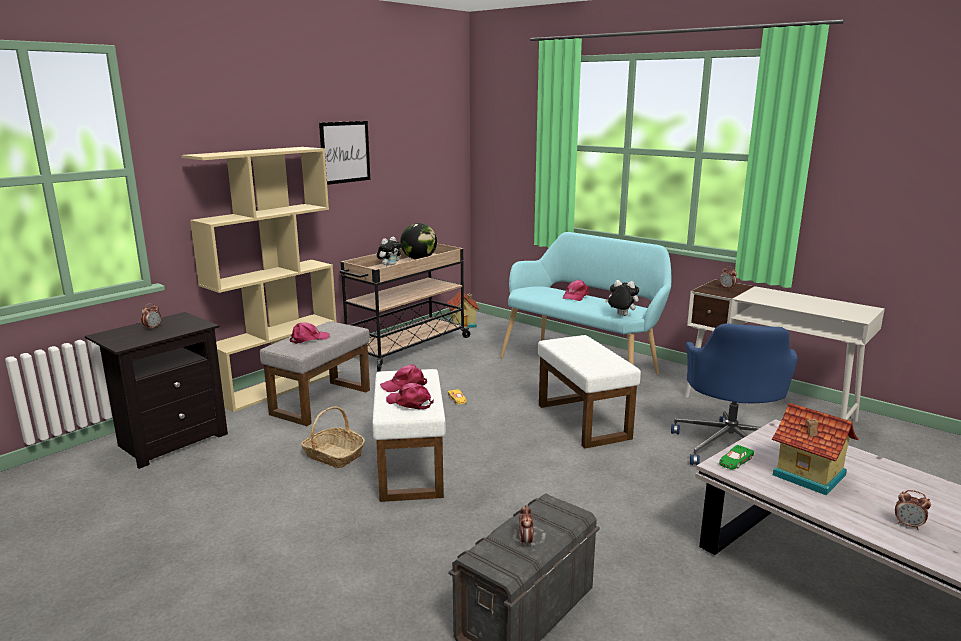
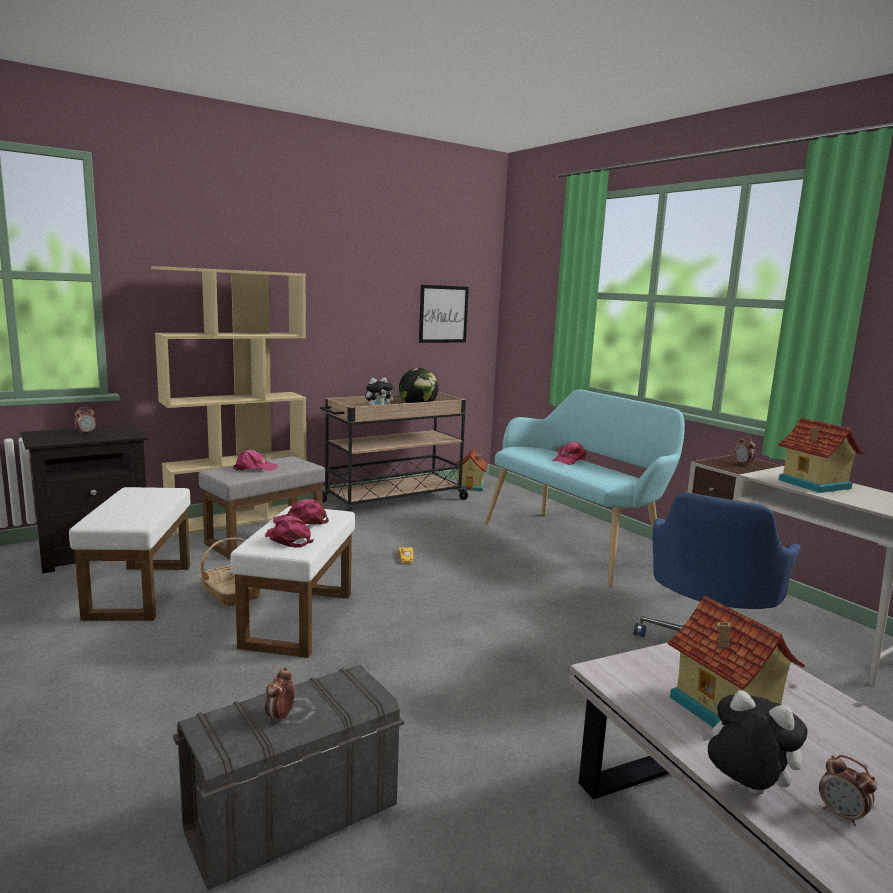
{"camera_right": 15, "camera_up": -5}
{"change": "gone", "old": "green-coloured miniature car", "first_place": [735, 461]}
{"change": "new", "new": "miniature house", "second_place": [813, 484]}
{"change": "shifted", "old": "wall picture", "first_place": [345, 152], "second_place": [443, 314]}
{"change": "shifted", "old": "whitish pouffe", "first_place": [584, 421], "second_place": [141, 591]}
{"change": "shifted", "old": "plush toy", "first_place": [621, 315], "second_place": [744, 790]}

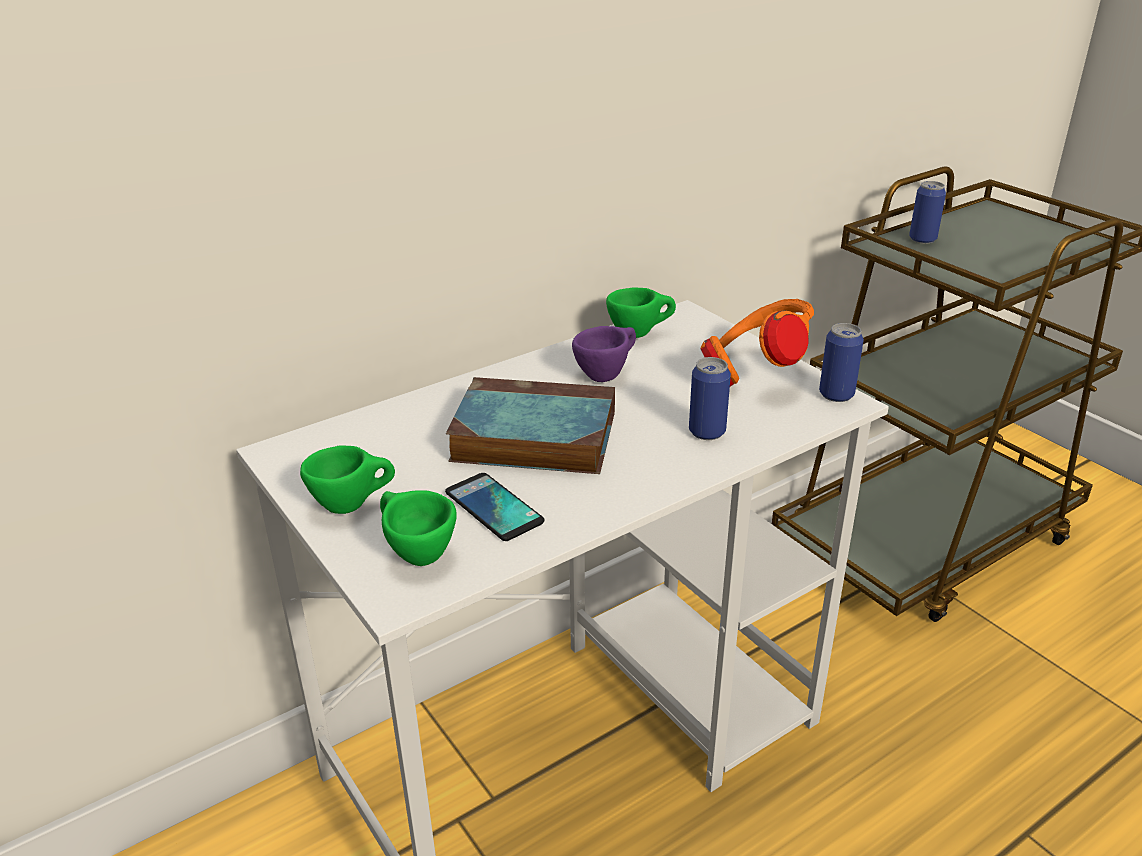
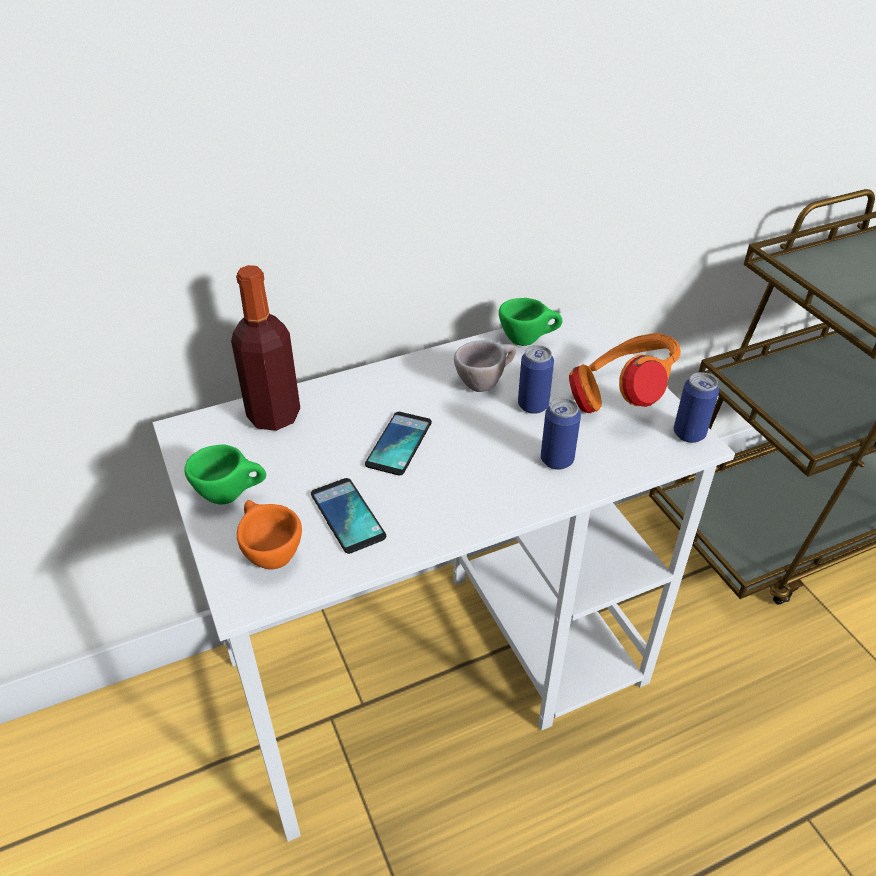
{"camera_right": 10, "camera_up": 10}
{"change": "new", "new": "bottle", "second_place": [274, 415]}
{"change": "shifted", "old": "metal can", "first_place": [922, 239], "second_place": [533, 405]}
{"change": "swapped", "old": "book", "new": "telephone", "first_place": [530, 437], "second_place": [399, 444]}
{"change": "repainted", "old": "green-coloured cup", "new": "orangey cup", "first_place": [415, 554], "second_place": [269, 554]}
{"change": "repainted", "old": "purple cup", "new": "sand-coloured cup", "first_place": [606, 374], "second_place": [485, 383]}

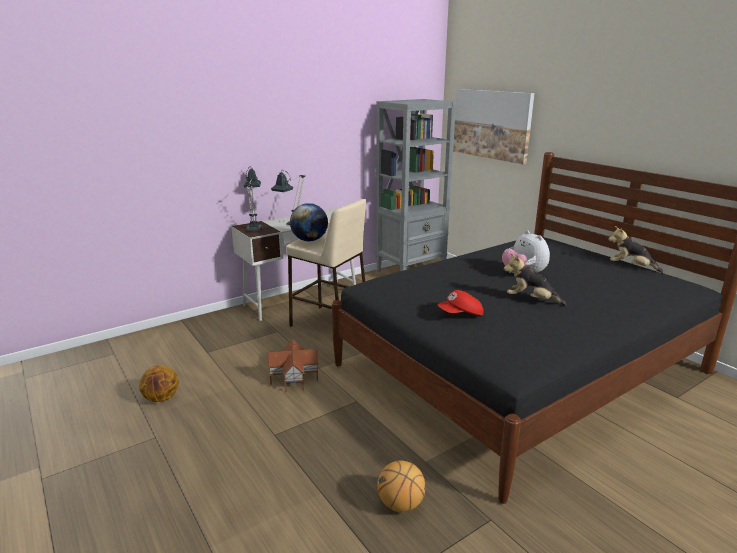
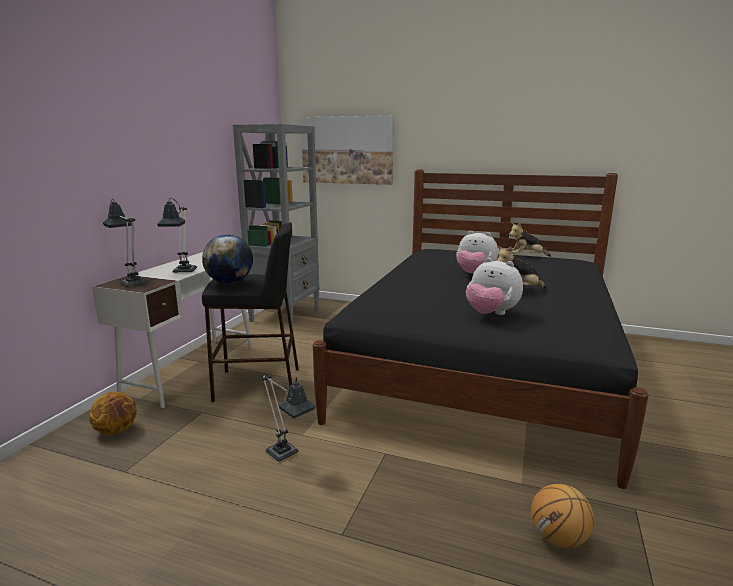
{"camera_right": -35, "camera_up": -5}
{"change": "shifted", "old": "basketball ball", "first_place": [162, 398], "second_place": [117, 430]}
{"change": "swapped", "old": "miniature house", "new": "tabletop lamp", "first_place": [295, 377], "second_place": [286, 456]}
{"change": "swapped", "old": "red-coloured baseball cap", "new": "plush toy", "first_place": [461, 314], "second_place": [491, 314]}
{"change": "repainted", "old": "sand-coloured stool seat", "new": "black stool seat", "first_place": [330, 323], "second_place": [258, 384]}

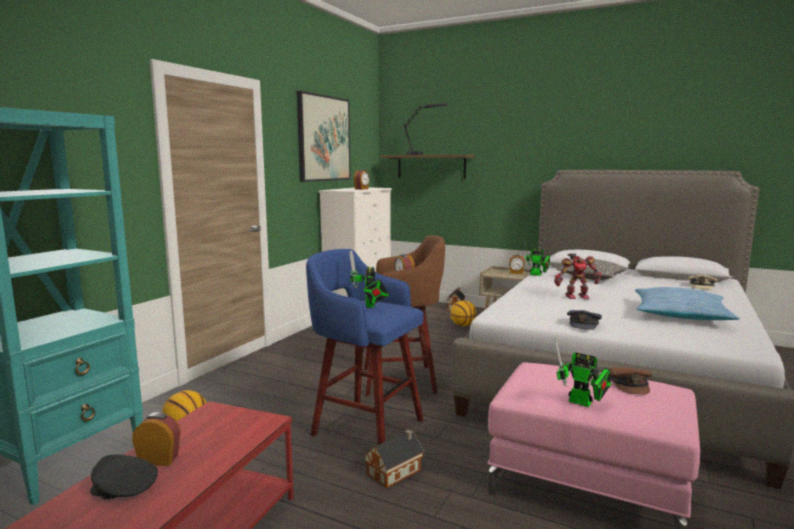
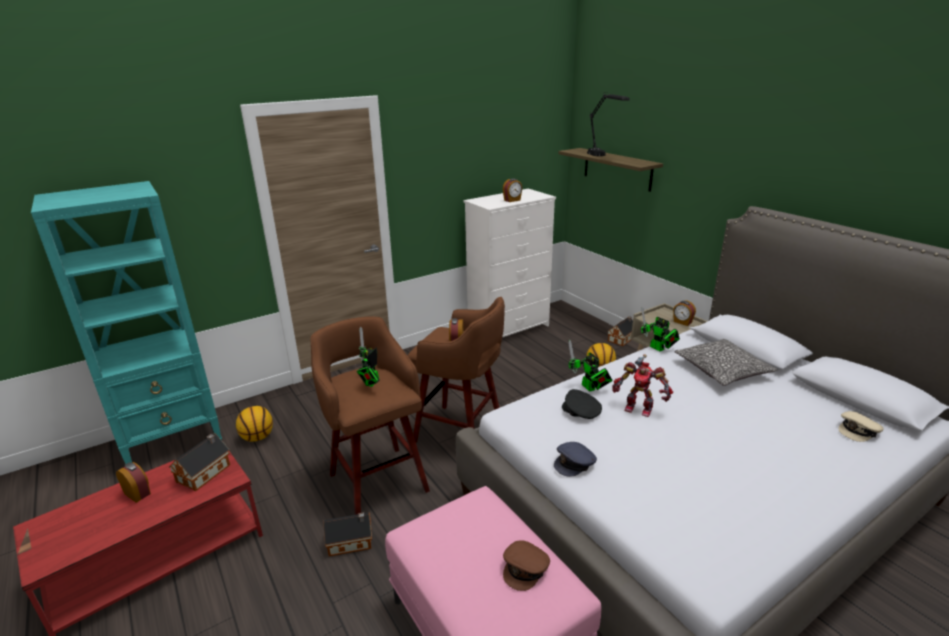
{"camera_right": 30, "camera_up": 15}
{"change": "gone", "old": "wall picture", "first_place": [323, 138]}
{"change": "gone", "old": "throw pillow", "first_place": [680, 315]}
{"change": "new", "new": "miniature house", "second_place": [205, 472]}
{"change": "shifted", "old": "black baseball cap", "first_place": [123, 488], "second_place": [580, 411]}
{"change": "shifted", "old": "robot figure", "first_place": [583, 403], "second_place": [589, 388]}
{"change": "repainted", "old": "bluish stool seat", "new": "brown stool seat", "first_place": [365, 426], "second_place": [377, 480]}

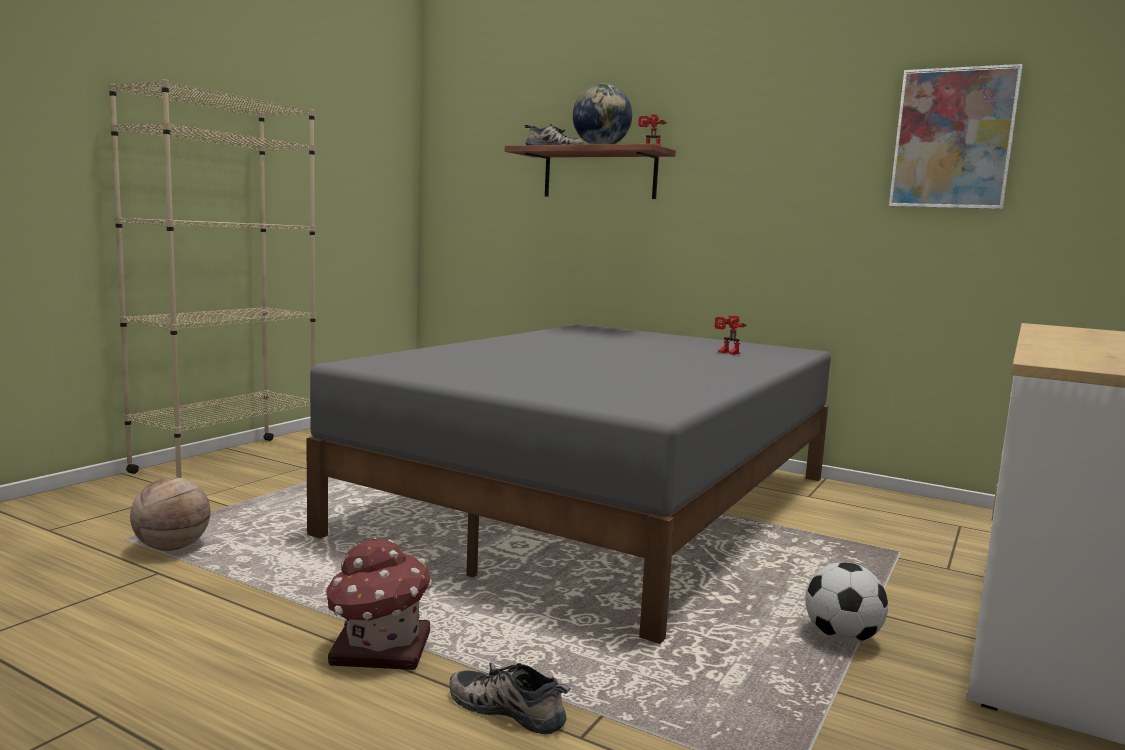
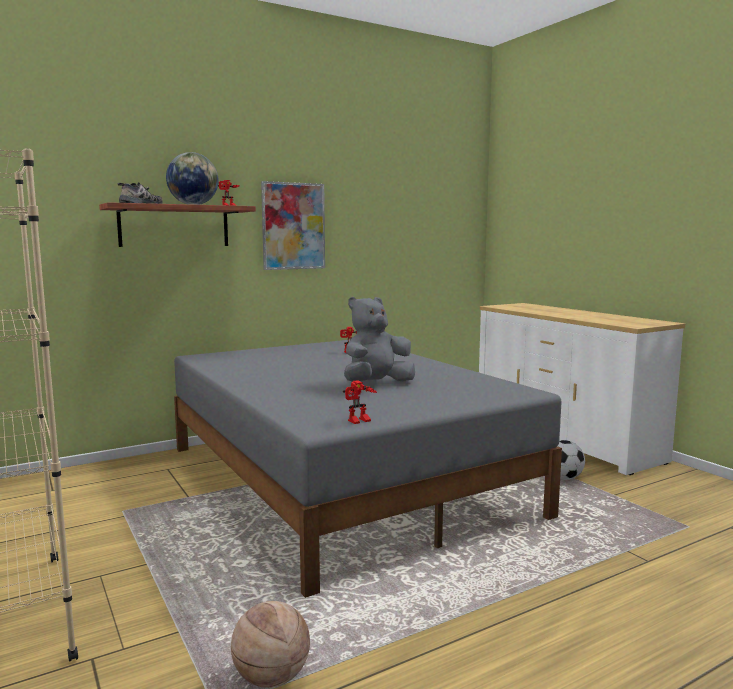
{"camera_right": -60, "camera_up": 0}
{"change": "gone", "old": "miniature house", "first_place": [378, 649]}
{"change": "gone", "old": "item of footwear", "first_place": [509, 708]}
{"change": "new", "new": "robot figure", "second_place": [359, 422]}
{"change": "new", "new": "gray plush toy", "second_place": [376, 384]}
{"change": "shifted", "old": "wall picture", "first_place": [953, 138], "second_place": [293, 226]}

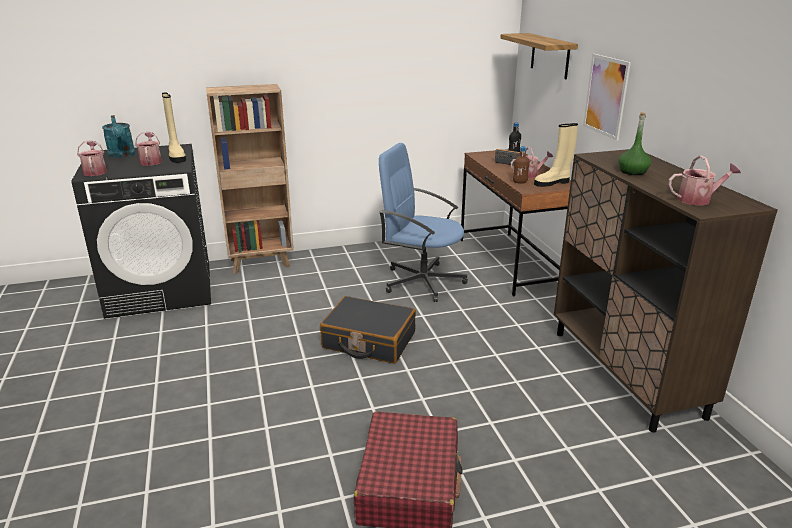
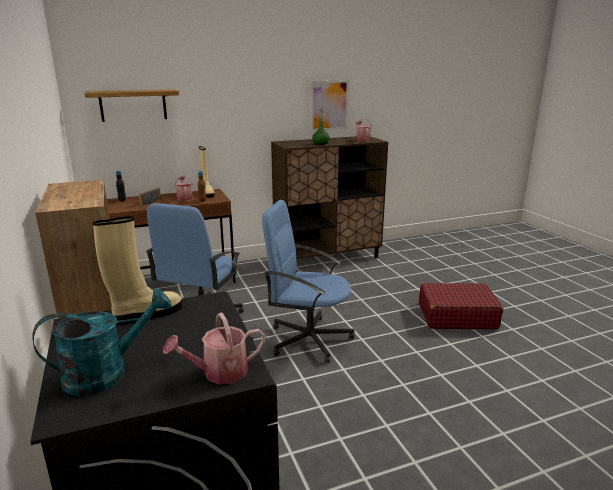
{"camera_right": -95, "camera_up": -5}
{"change": "gone", "old": "watering can", "first_place": [151, 161]}
{"change": "shifted", "old": "wall picture", "first_place": [606, 96], "second_place": [329, 105]}
{"change": "swapped", "old": "black piece of luggage", "new": "bluish office chair", "first_place": [368, 341], "second_place": [308, 339]}

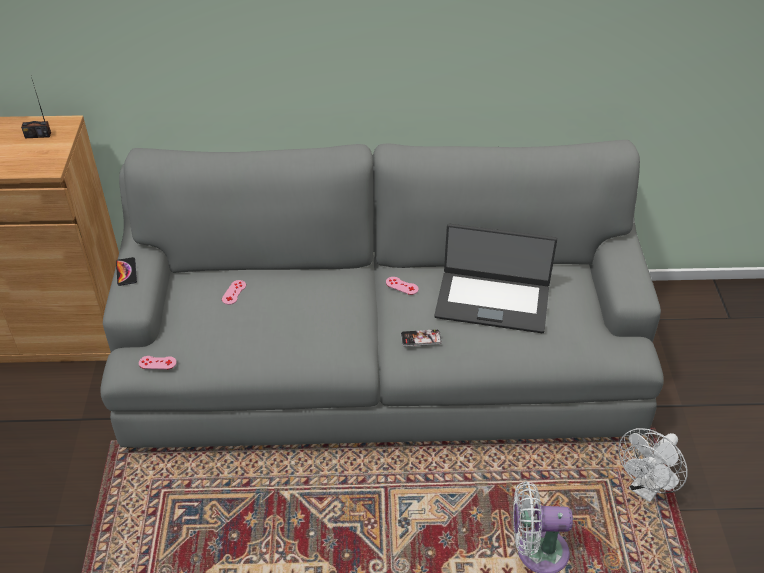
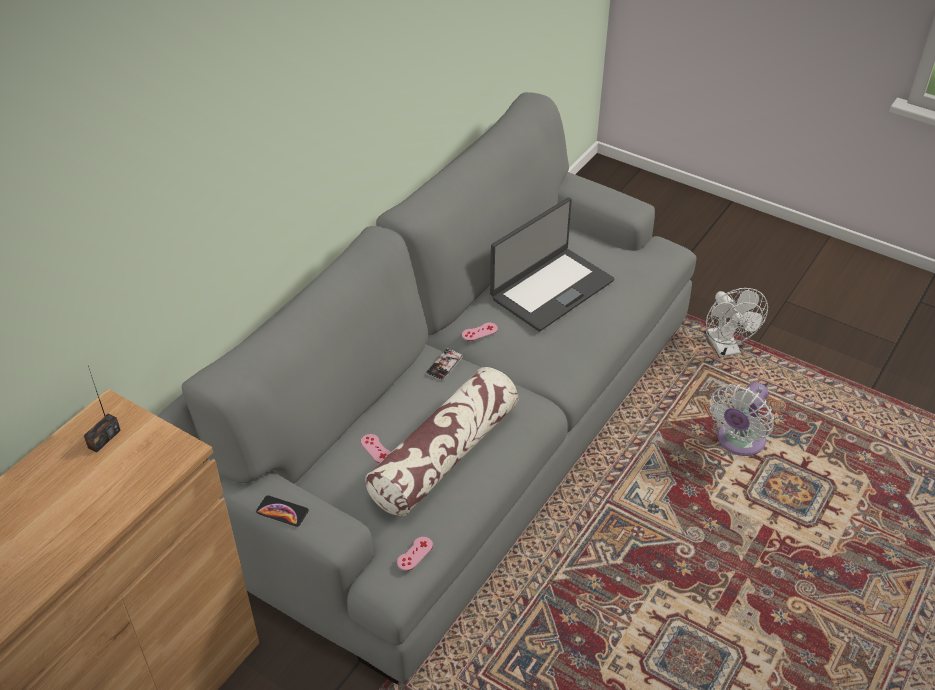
{"camera_right": -55, "camera_up": 0}
{"change": "new", "new": "throw pillow", "second_place": [445, 455]}
{"change": "shifted", "old": "telephone", "first_place": [421, 338], "second_place": [444, 365]}

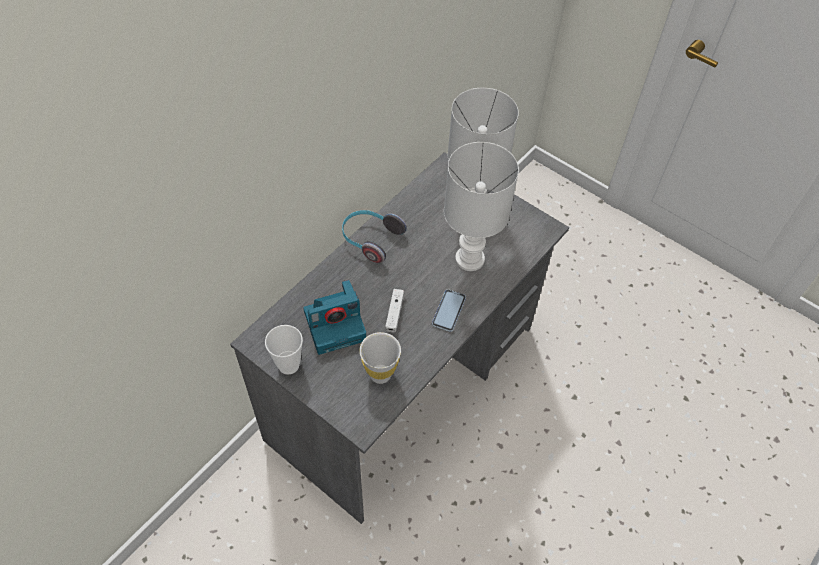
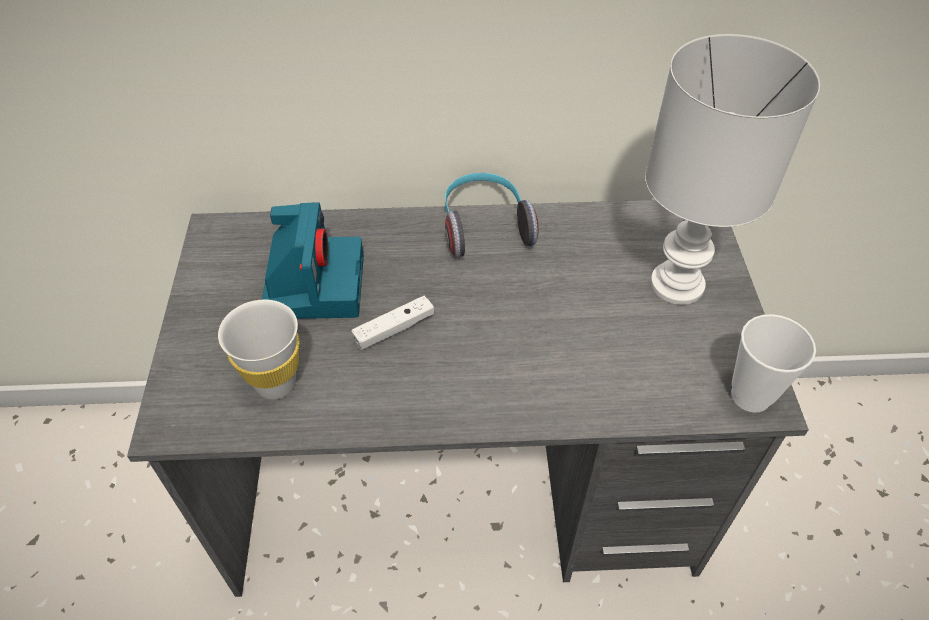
{"camera_right": 50, "camera_up": -5}
{"change": "gone", "old": "telephone", "first_place": [449, 311]}
{"change": "gone", "old": "whitish tabletop lamp", "first_place": [468, 258]}
{"change": "shifted", "old": "cup", "first_place": [288, 365], "second_place": [750, 396]}
{"change": "rotated", "old": "photo camera", "first_place": [336, 324], "second_place": [313, 284], "degrees": -120}

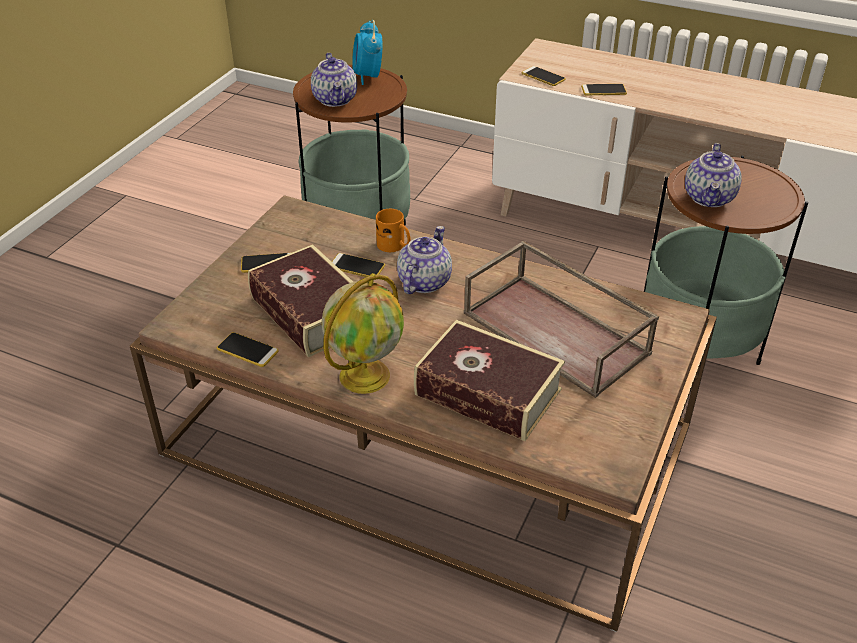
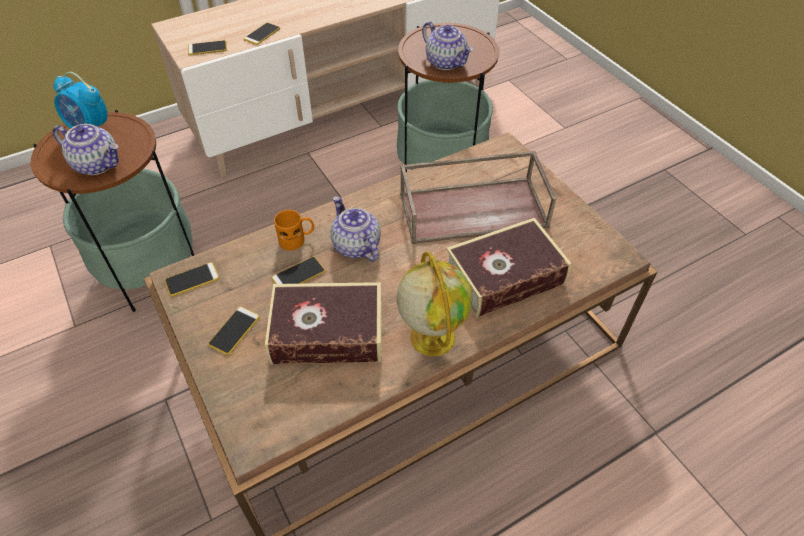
{"camera_right": -55, "camera_up": 10}
{"change": "shifted", "old": "telephone", "first_place": [247, 350], "second_place": [192, 279]}

